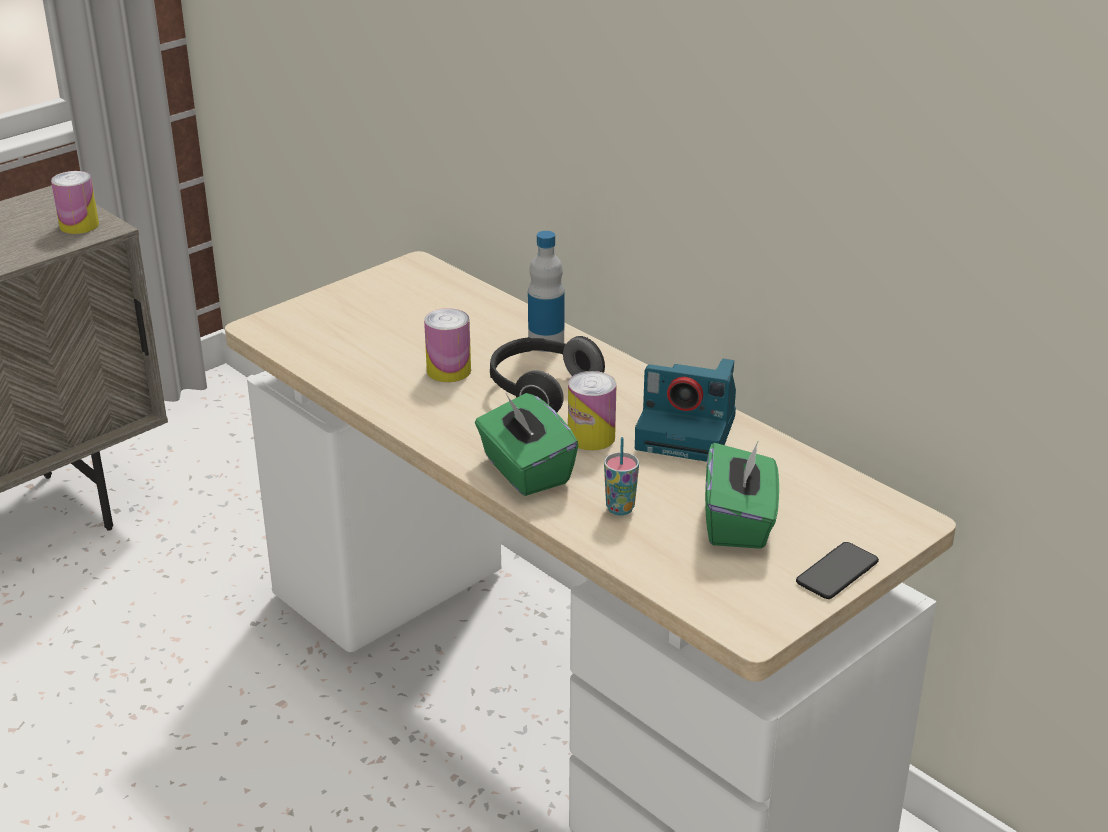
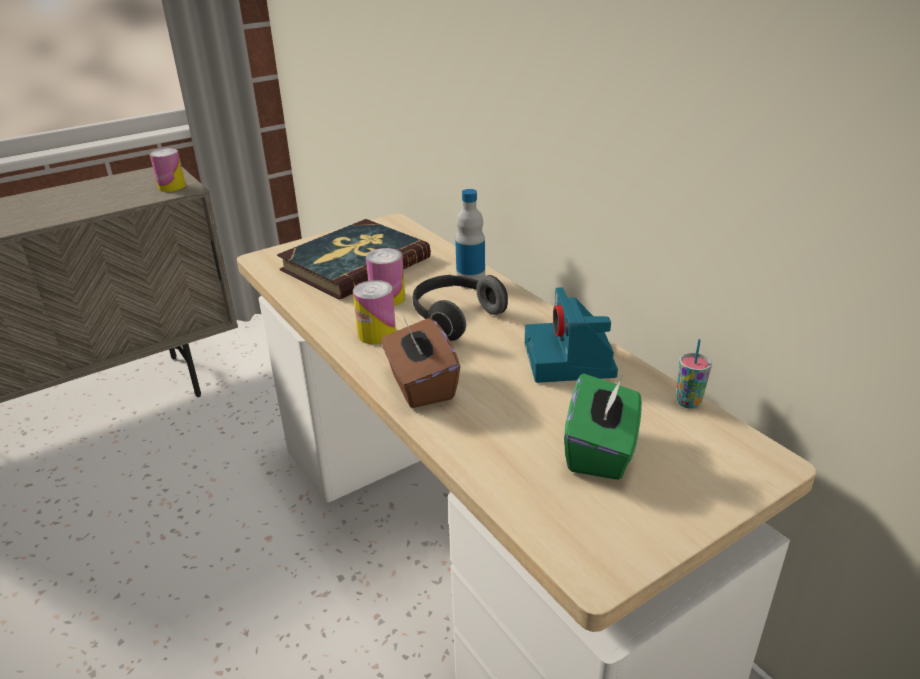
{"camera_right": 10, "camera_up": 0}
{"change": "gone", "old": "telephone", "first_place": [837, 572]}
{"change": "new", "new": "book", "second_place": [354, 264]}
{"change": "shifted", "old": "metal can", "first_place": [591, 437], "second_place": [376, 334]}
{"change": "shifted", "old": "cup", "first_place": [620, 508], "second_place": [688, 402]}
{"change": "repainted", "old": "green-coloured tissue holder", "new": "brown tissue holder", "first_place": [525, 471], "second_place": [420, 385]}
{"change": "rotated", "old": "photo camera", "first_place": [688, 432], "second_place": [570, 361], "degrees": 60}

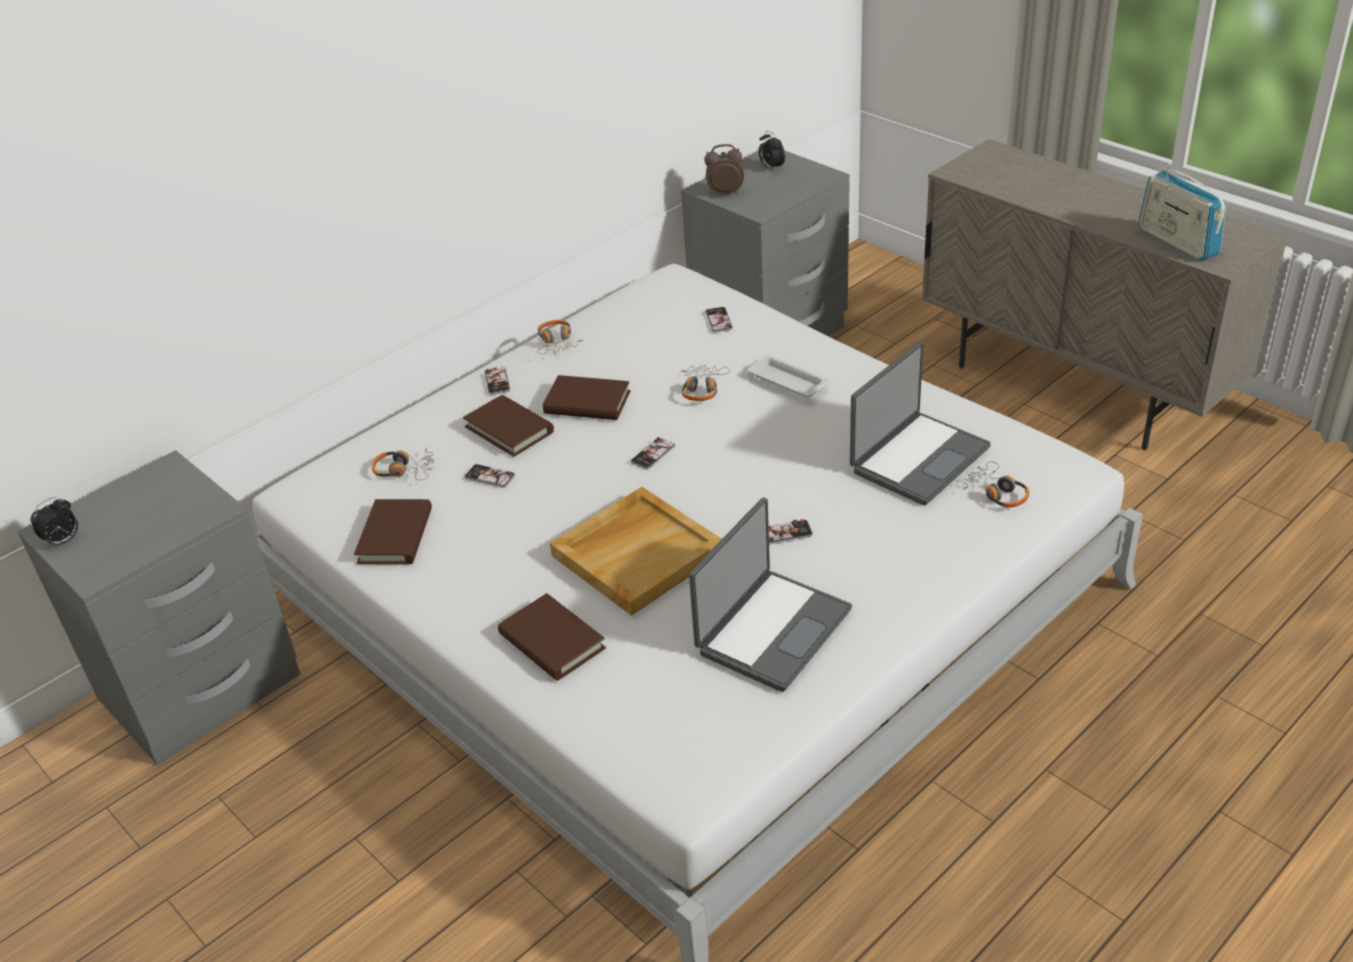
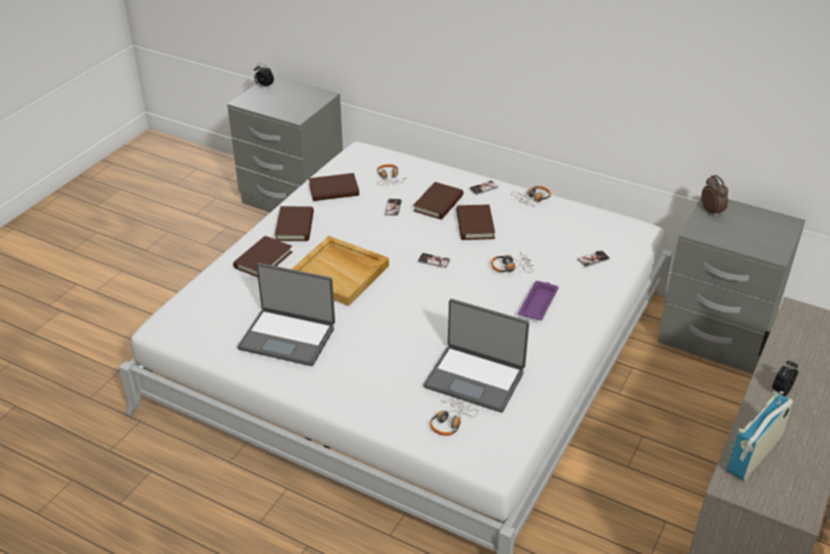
{"camera_right": 70, "camera_up": 0}
{"change": "gone", "old": "telephone", "first_place": [785, 533]}
{"change": "new", "new": "brown book", "second_place": [295, 226]}
{"change": "shifted", "old": "bedside clock", "first_place": [771, 167], "second_place": [781, 391]}
{"change": "repainted", "old": "whitish tray", "new": "purple tray", "first_place": [786, 381], "second_place": [538, 303]}

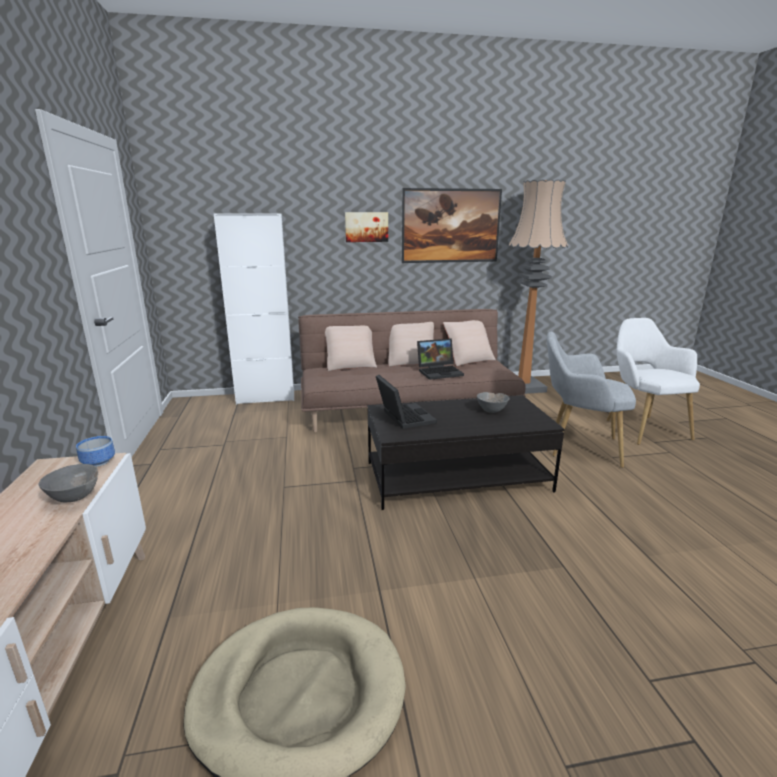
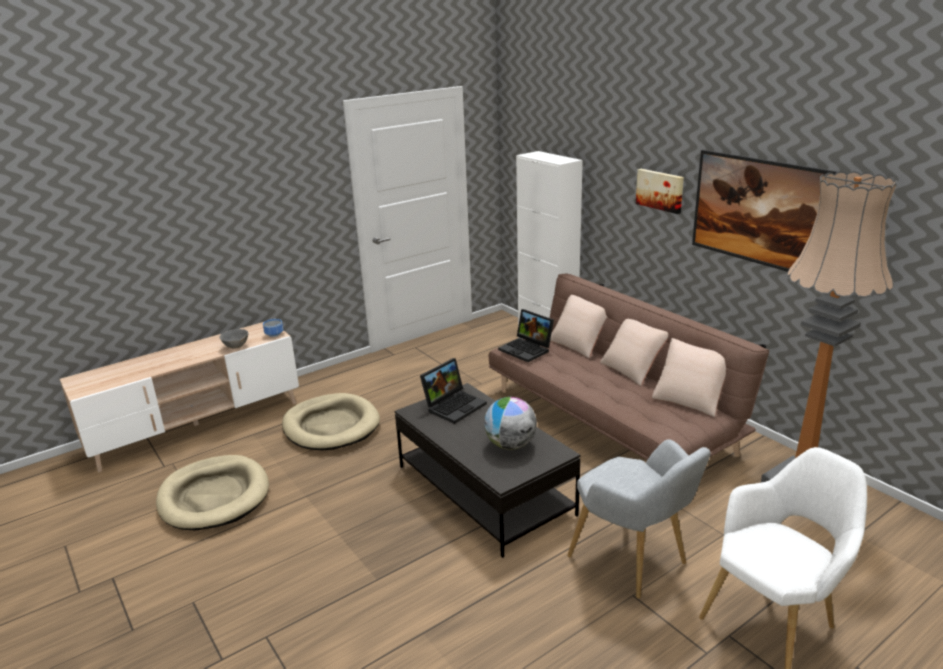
{"camera_right": 65, "camera_up": 5}
{"change": "new", "new": "sand-coloured dog cushion", "second_place": [331, 426]}
{"change": "shifted", "old": "portable computer", "first_place": [440, 372], "second_place": [527, 349]}
{"change": "swapped", "old": "gray bowl", "new": "desk globe", "first_place": [492, 411], "second_place": [510, 445]}
{"change": "rotated", "old": "gray armchair", "first_place": [578, 447], "second_place": [634, 562], "degrees": 150}

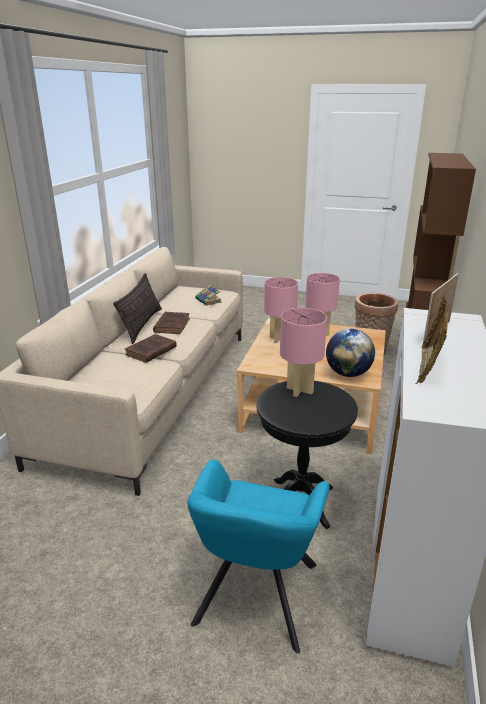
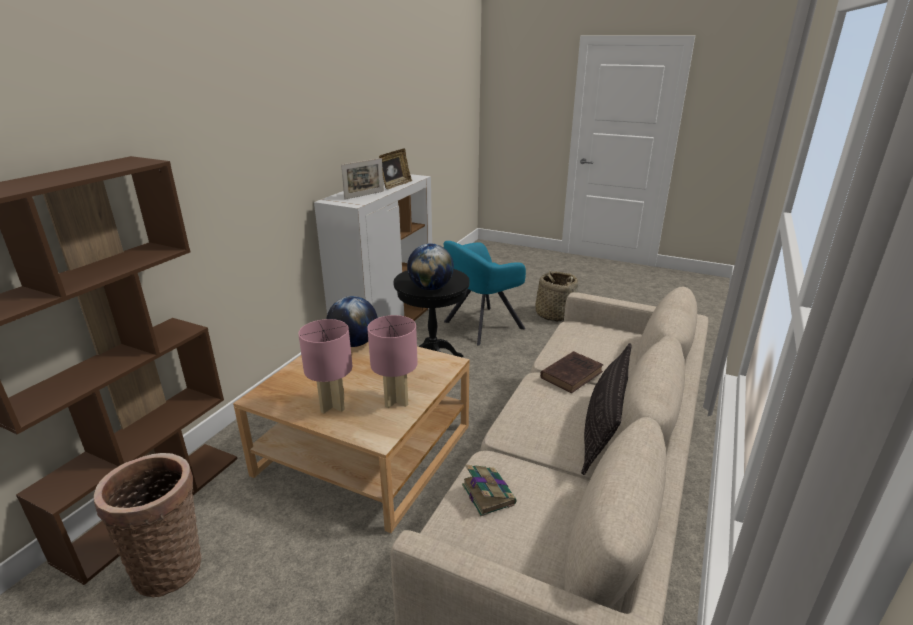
{"camera_right": -170, "camera_up": 0}
{"change": "gone", "old": "brown book", "first_place": [172, 325]}
{"change": "new", "new": "basket", "second_place": [554, 314]}
{"change": "swapped", "old": "pink tabletop lamp", "new": "desk globe", "first_place": [299, 390], "second_place": [431, 288]}
{"change": "rotated", "old": "turquoise-coloured armchair", "first_place": [255, 598], "second_place": [481, 326], "degrees": -150}

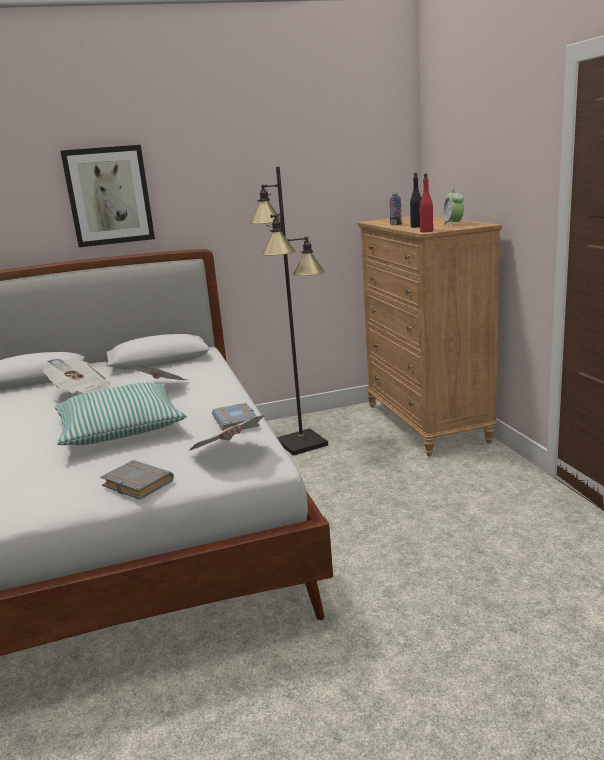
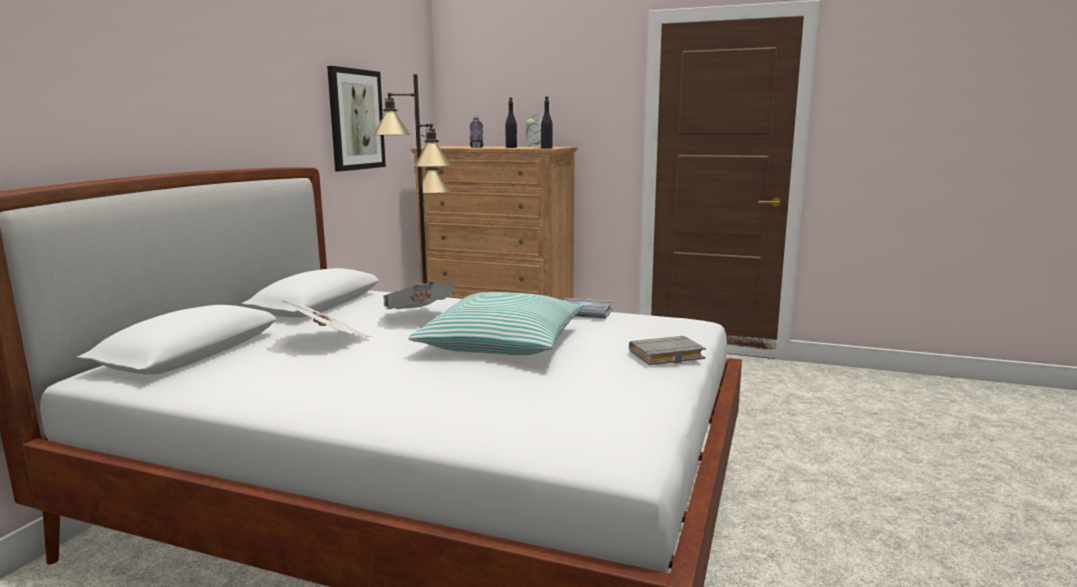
{"camera_right": -55, "camera_up": -5}
{"change": "gone", "old": "printed paper", "first_place": [228, 453]}
{"change": "shifted", "old": "wall picture", "first_place": [109, 196], "second_place": [356, 119]}
{"change": "repainted", "old": "red-coloured bottle", "new": "black bottle", "first_place": [426, 231], "second_place": [546, 148]}

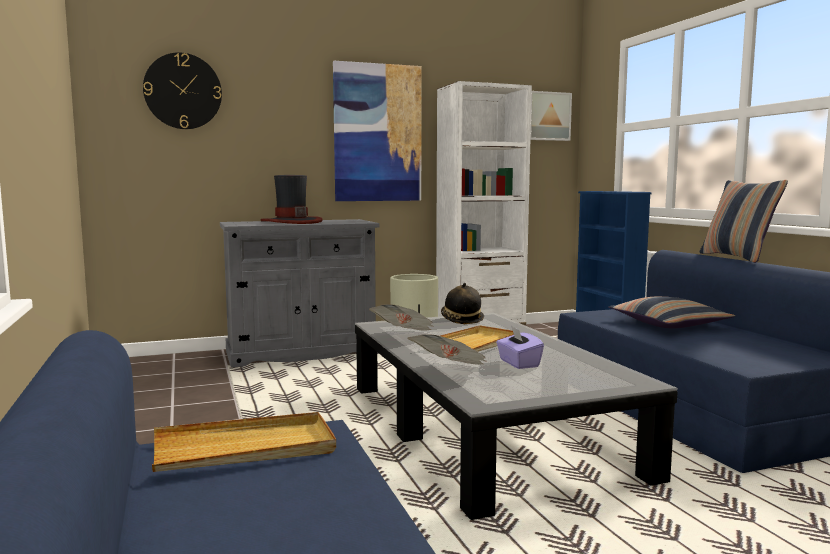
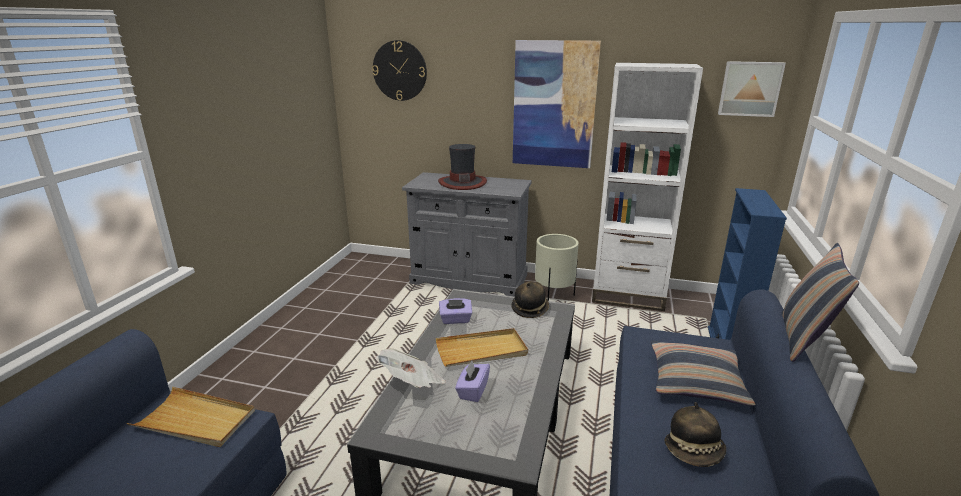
{"camera_right": 35, "camera_up": 15}
{"change": "new", "new": "wearable hat", "second_place": [694, 452]}
{"change": "swapped", "old": "printed paper", "new": "purple tissue holder", "first_place": [404, 336], "second_place": [455, 320]}

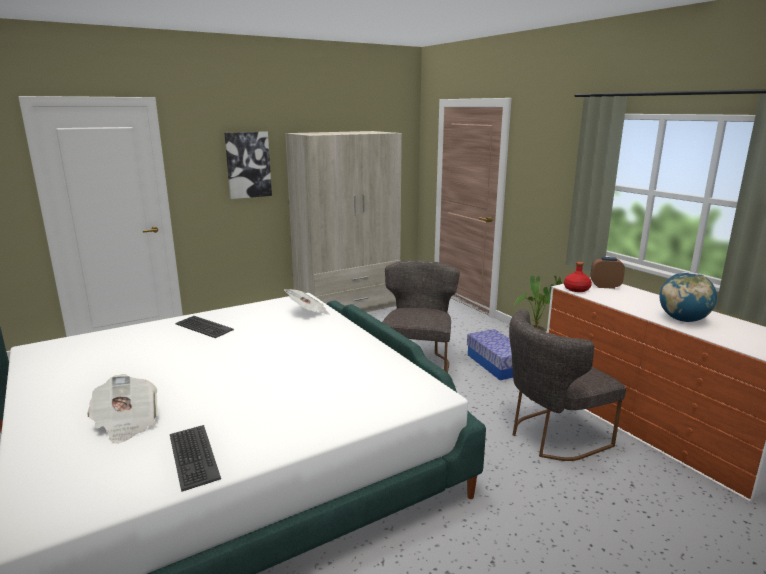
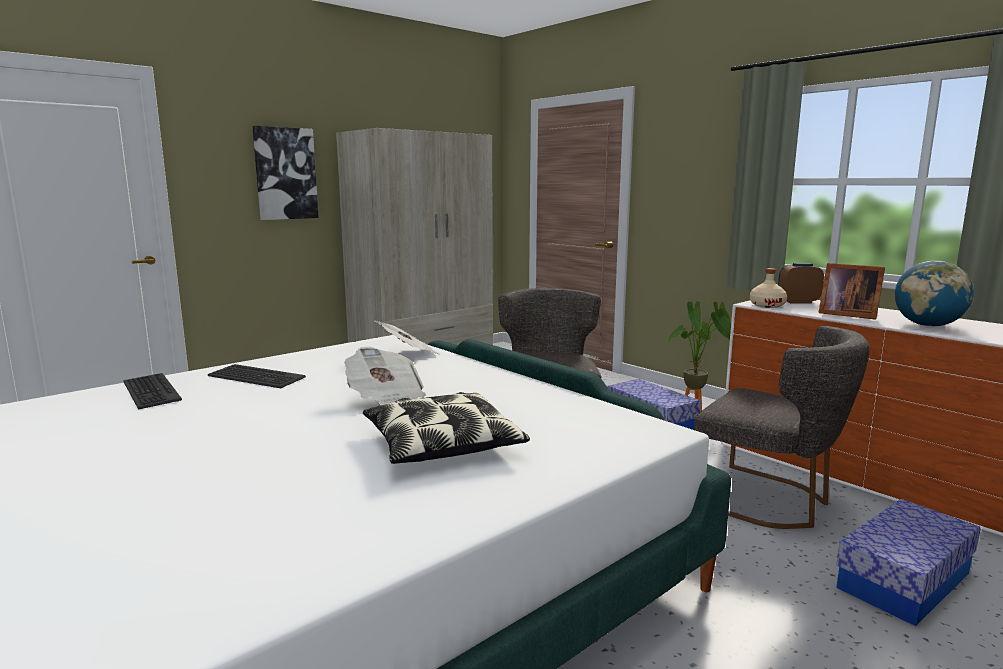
{"camera_right": -10, "camera_up": -5}
{"change": "new", "new": "throw pillow", "second_place": [442, 444]}
{"change": "new", "new": "standing frame", "second_place": [846, 314]}
{"change": "new", "new": "storage container", "second_place": [903, 580]}
{"change": "shifted", "old": "printed paper", "first_place": [126, 423], "second_place": [386, 399]}
{"change": "shifted", "old": "PC keyboard", "first_place": [192, 457], "second_place": [150, 391]}
{"change": "repainted", "old": "red-coloured bottle", "new": "sand-coloured bottle", "first_place": [576, 289], "second_place": [767, 305]}
{"change": "rotated", "old": "gray upright chair", "first_place": [552, 437], "second_place": [769, 501], "degrees": -105}

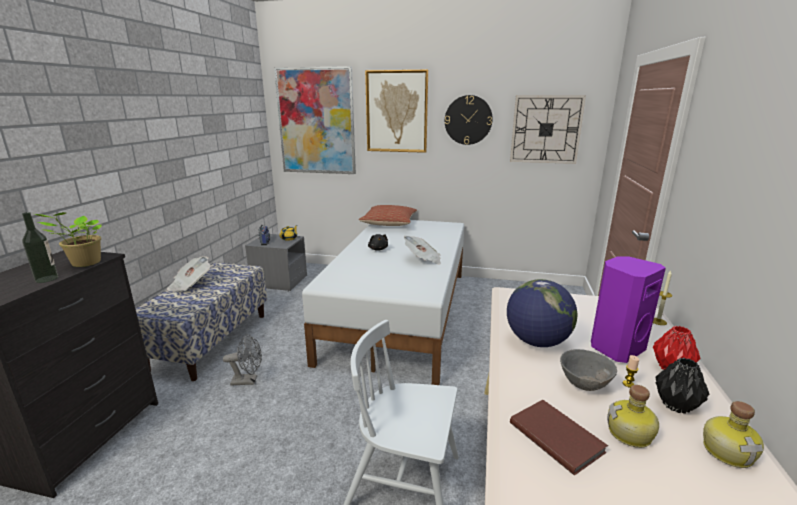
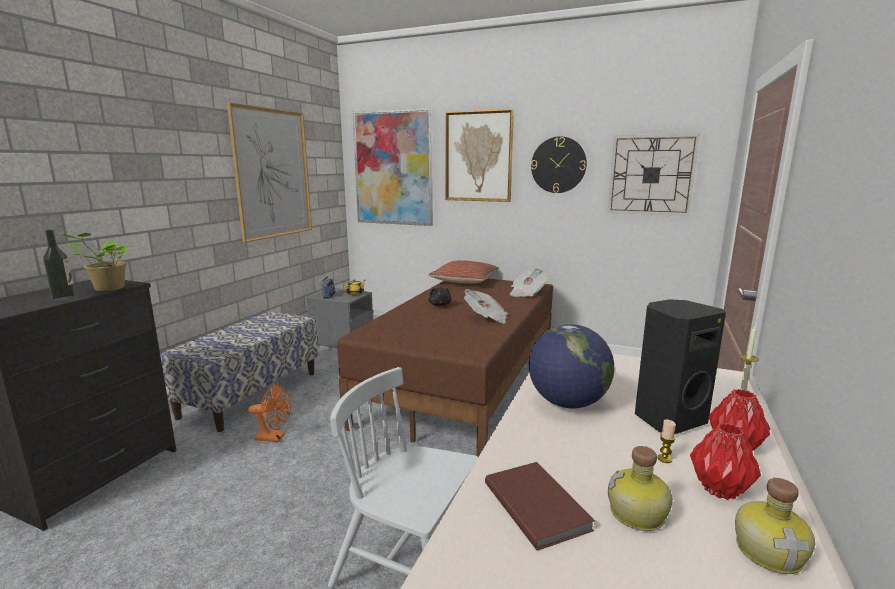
{"camera_right": 10, "camera_up": -5}
{"change": "gone", "old": "gray bowl", "first_place": [584, 385]}
{"change": "new", "new": "wall picture", "second_place": [273, 174]}
{"change": "shifted", "old": "printed paper", "first_place": [190, 284], "second_place": [527, 293]}
{"change": "repainted", "old": "gray fan", "new": "orangey fan", "first_place": [248, 380], "second_place": [274, 437]}
{"change": "repainted", "old": "whitish bed", "new": "brown bed", "first_place": [401, 312], "second_place": [465, 382]}
{"change": "repainted", "old": "purple loudspeaker", "new": "black loudspeaker", "first_place": [615, 348], "second_place": [667, 418]}
{"change": "repainted", "old": "black vase", "new": "red-coloured vase", "first_place": [677, 406], "second_place": [721, 490]}

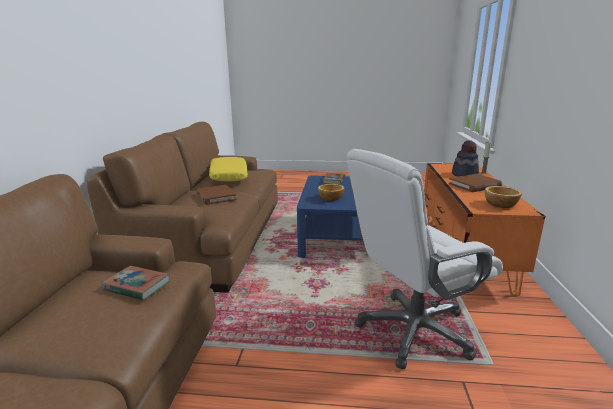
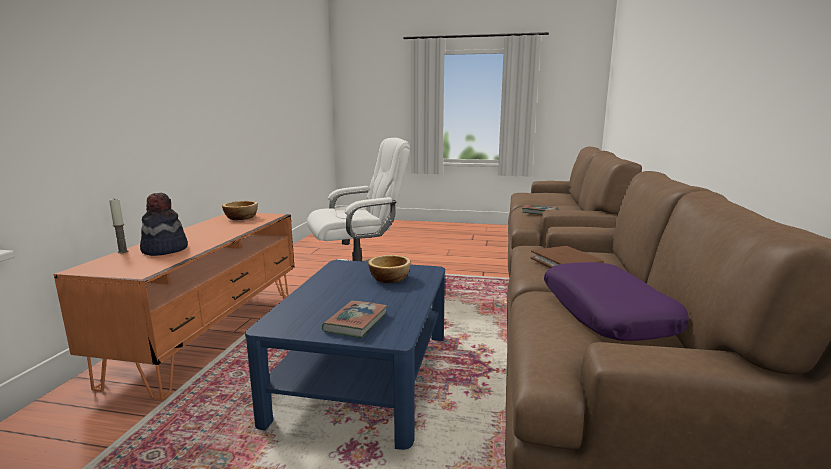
{"camera_right": -175, "camera_up": -5}
{"change": "gone", "old": "brown book", "first_place": [474, 185]}
{"change": "repainted", "old": "yellowish throw pillow", "new": "purple throw pillow", "first_place": [228, 176], "second_place": [607, 313]}

